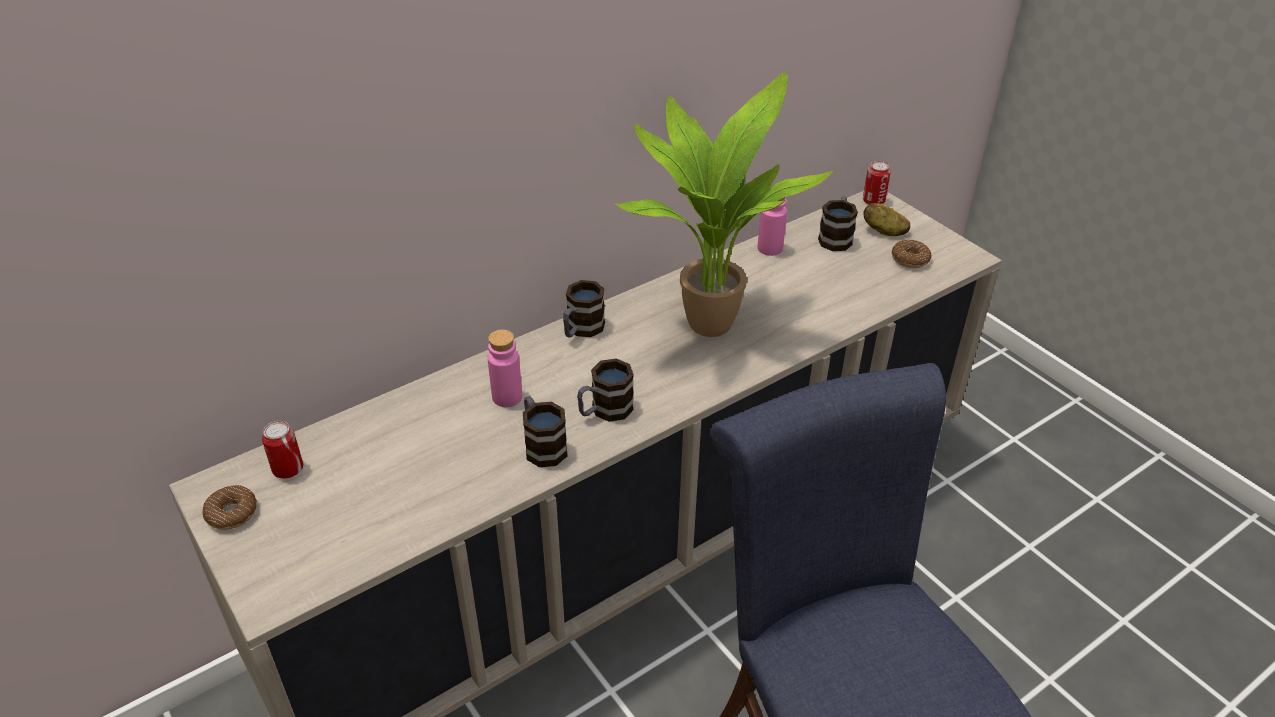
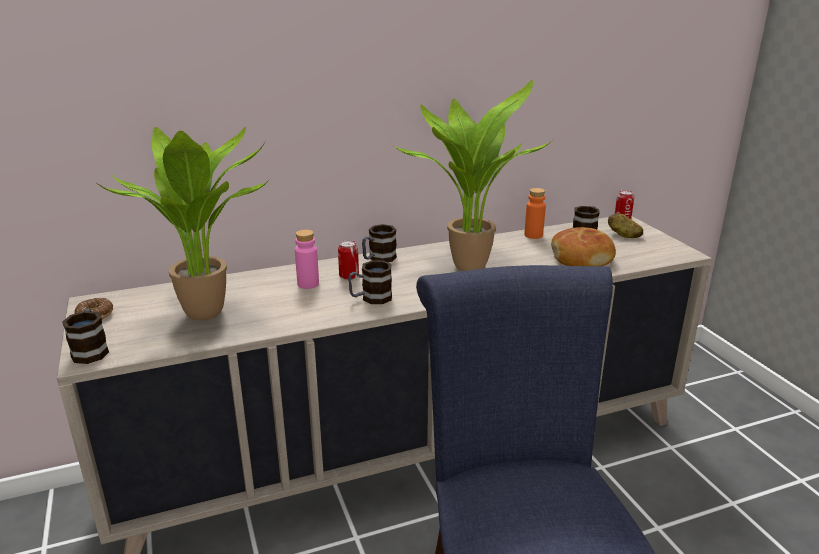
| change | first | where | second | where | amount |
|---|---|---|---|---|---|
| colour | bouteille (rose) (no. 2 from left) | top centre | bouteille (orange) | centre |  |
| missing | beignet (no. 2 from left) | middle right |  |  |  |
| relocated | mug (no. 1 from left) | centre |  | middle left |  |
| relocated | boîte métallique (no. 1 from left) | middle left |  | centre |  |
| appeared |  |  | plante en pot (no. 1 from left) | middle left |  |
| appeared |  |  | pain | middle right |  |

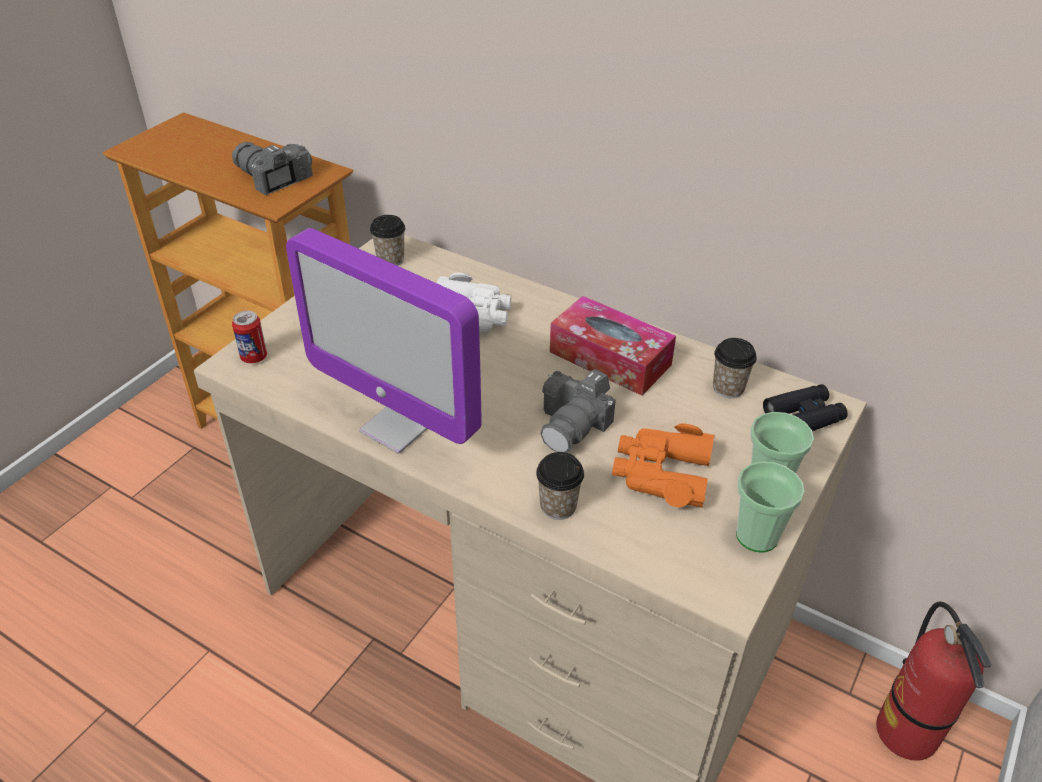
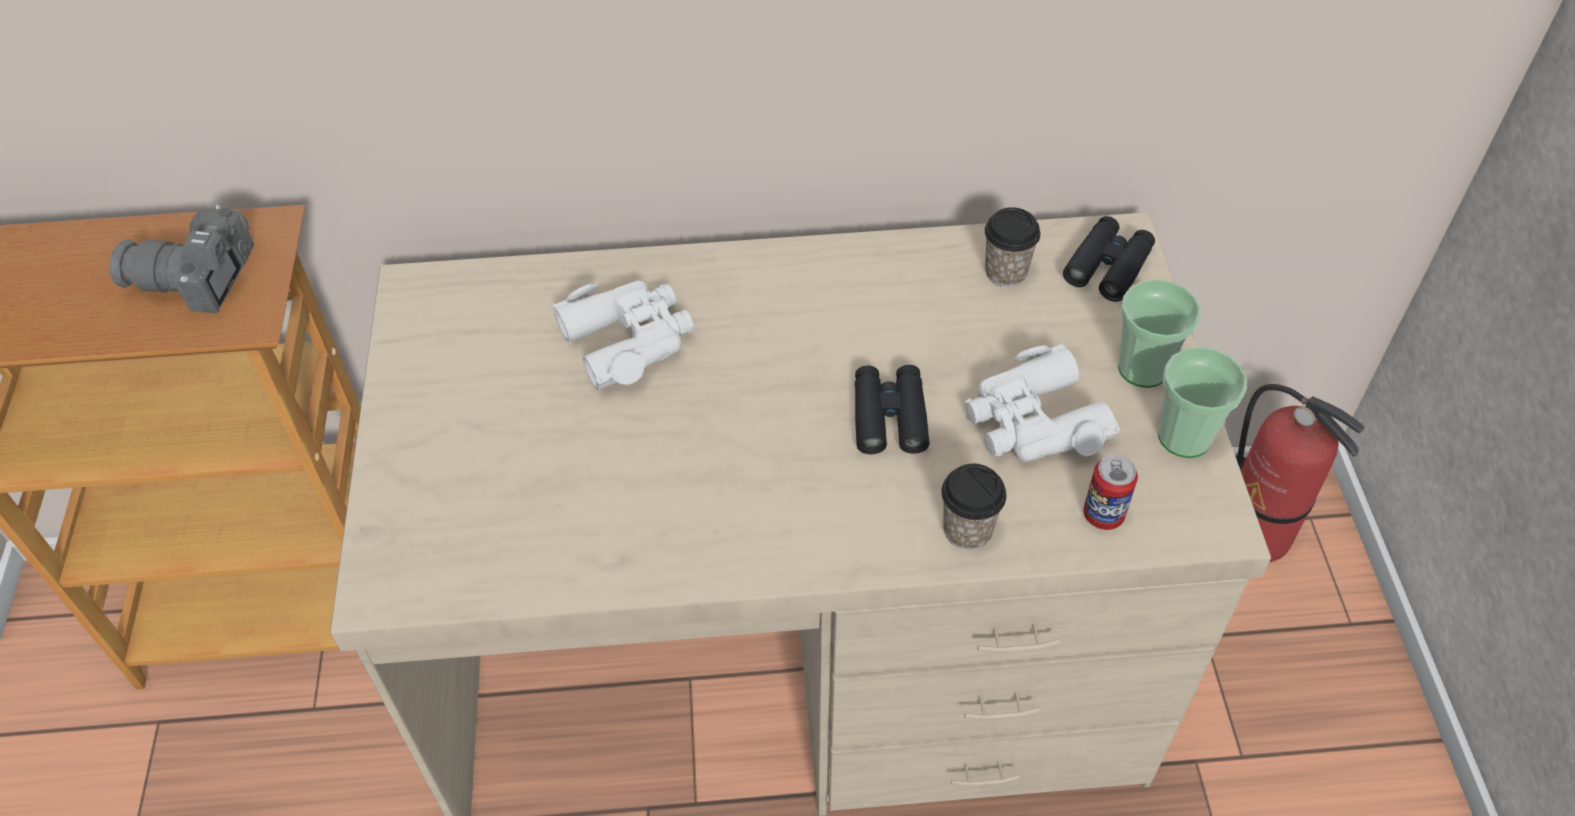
| change | first | where | second | where | amount |
|---|---|---|---|---|---|
| missing | tasse (no. 1 from left) | top centre |  |  |  |
| missing | écran d'ordinateur | centre |  |  |  |
| missing | boîte à mouchoirs | centre |  |  |  |
| relocated | boîte métallique | middle left |  | middle right |  |
| exchanged | appareil photo (no. 2 from left) | centre | jumelles (noir) (no. 1 from left) | centre |  |
| colour | jumelles (orange) | centre | jumelles (blanc) (no. 2 from left) | centre |  |

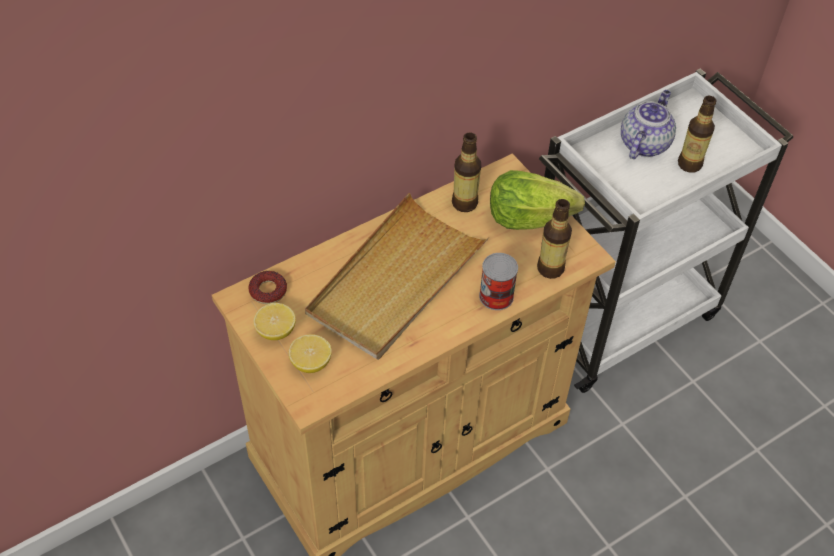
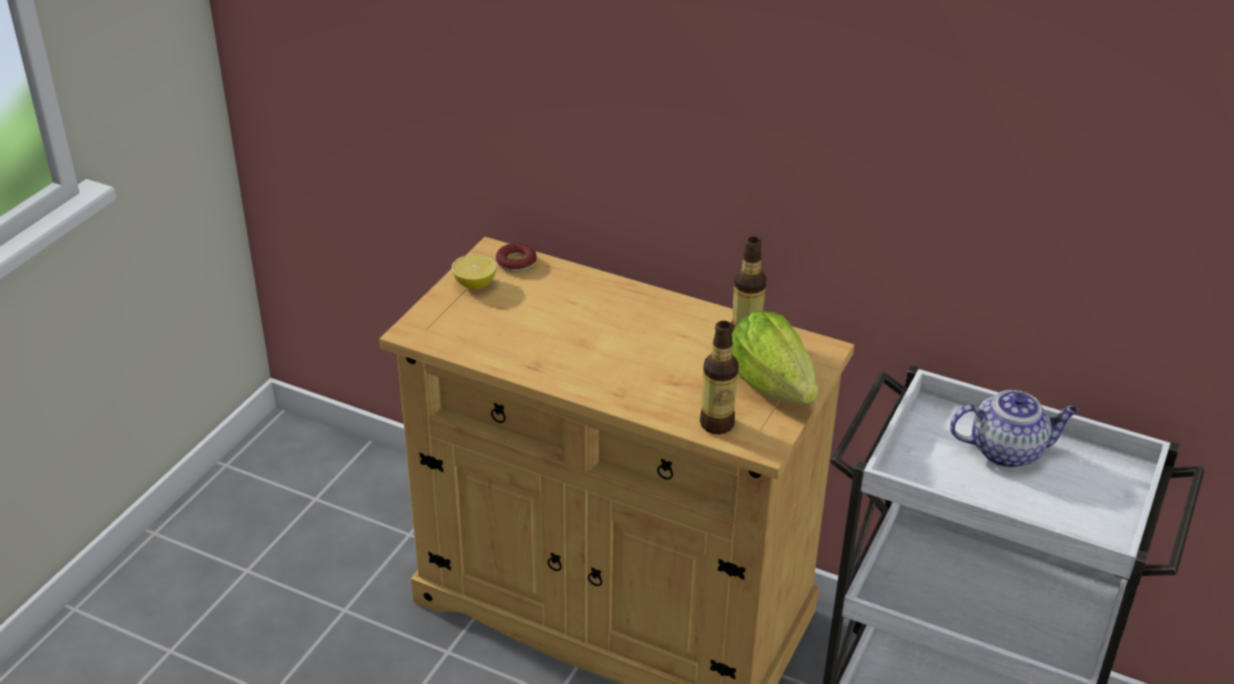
| change | first | where | second | where | amount |
|---|---|---|---|---|---|
| missing | bouteille (no. 3 from left) | top right |  |  |  |
| missing | plateau (beige) | centre |  |  |  |
| missing | boîte métallique | centre |  |  |  |
| missing | citron (no. 2 from left) | centre |  |  |  |

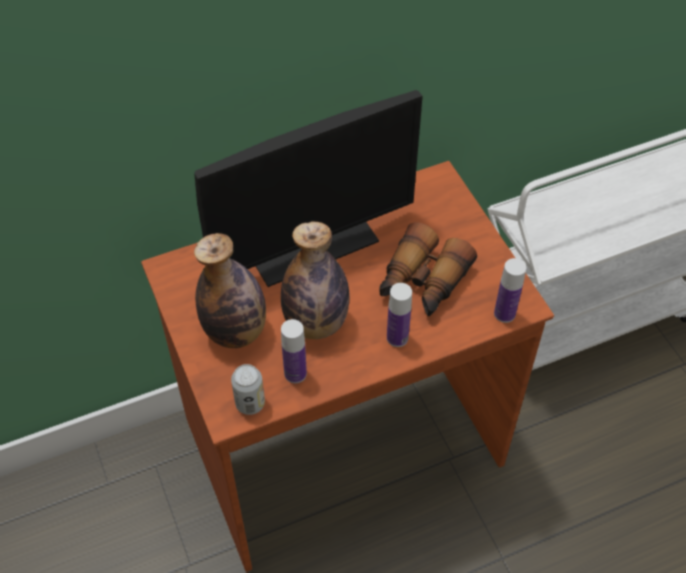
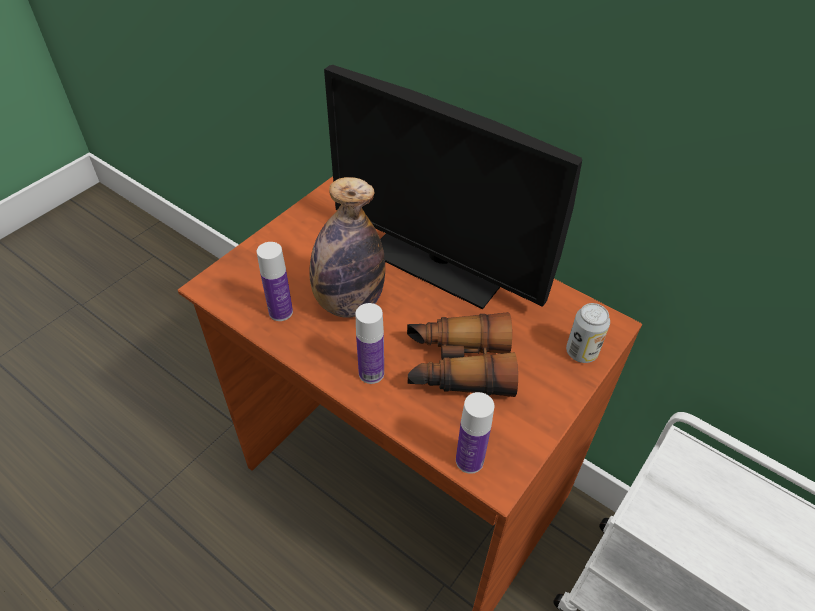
| change | first | where | second | where | amount |
|---|---|---|---|---|---|
| missing | bouteille (no. 1 from left) | centre |  |  |  |
| relocated | boîte métallique | bottom centre |  | middle right |  |

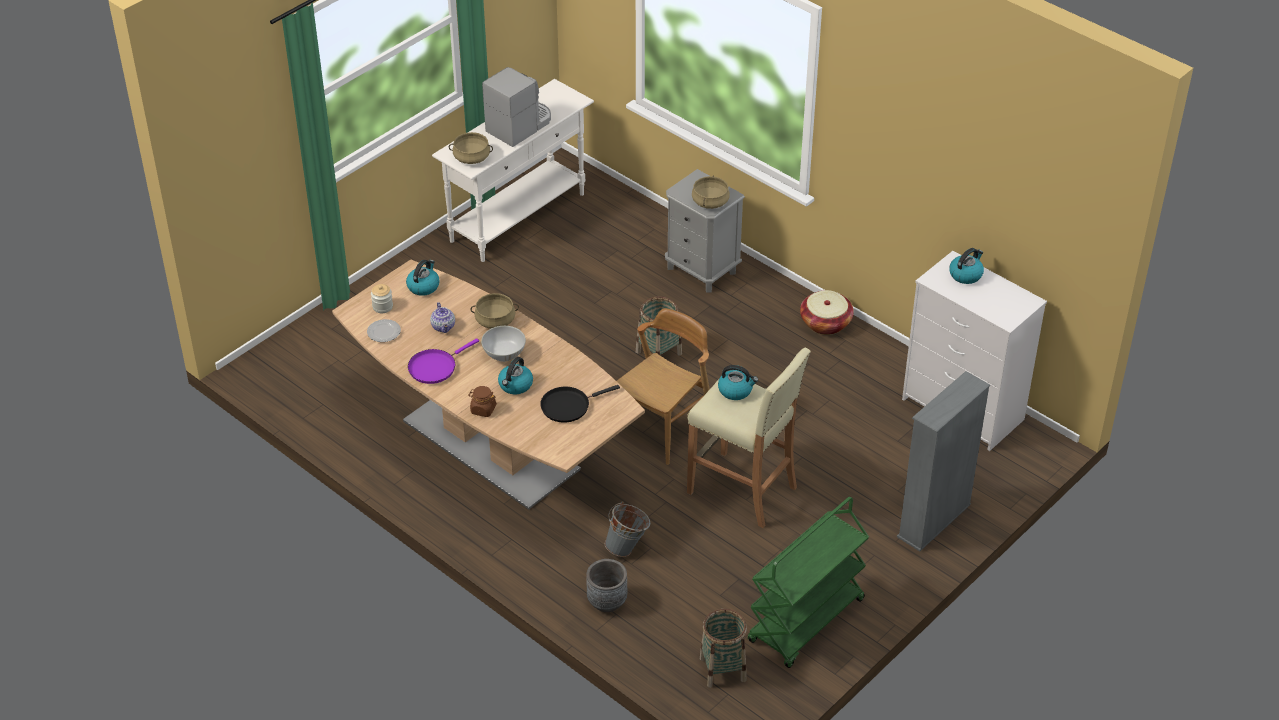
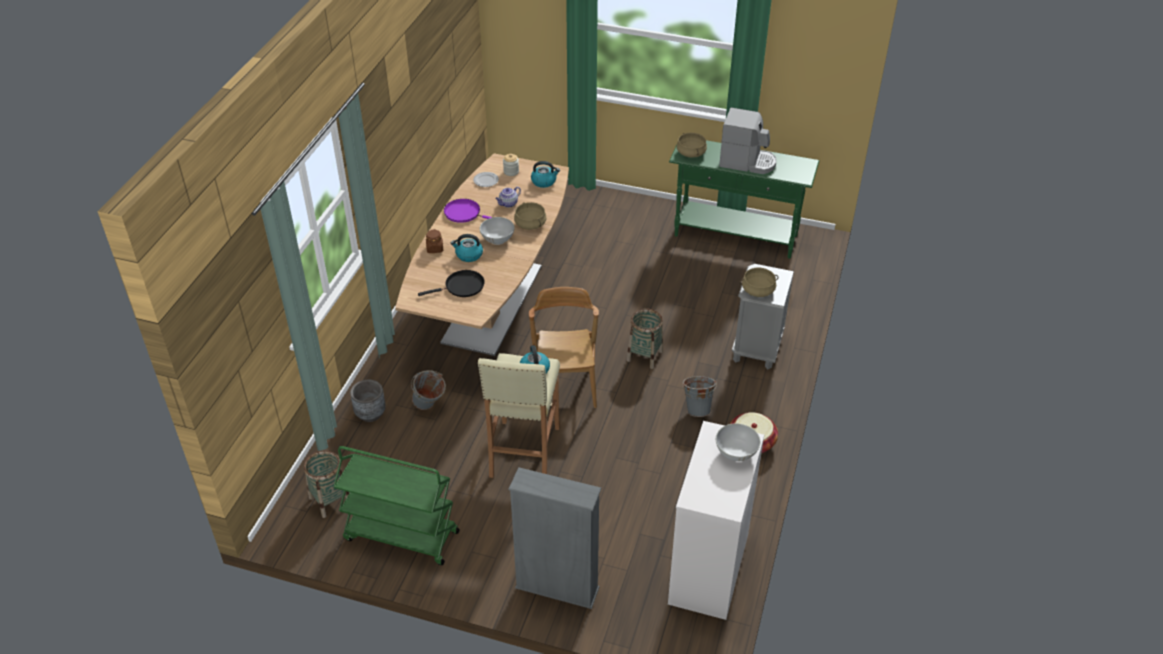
| change | first | where | second | where | amount |
|---|---|---|---|---|---|
| colour | table console (blanc) | top centre | table console (vert) | top centre |  |
| exchanged | bouilloire (no. 4 from left) | middle right | bol (blanc) (no. 2 from left) | bottom centre |  |
| spun | chaise (marron) | centre |  | centre | 105 degrees counterclockwise |
| spun | poêle (noir) | centre |  | centre | 120 degrees clockwise |
| appeared |  |  | seau (gris) (no. 2 from left) | centre |  |

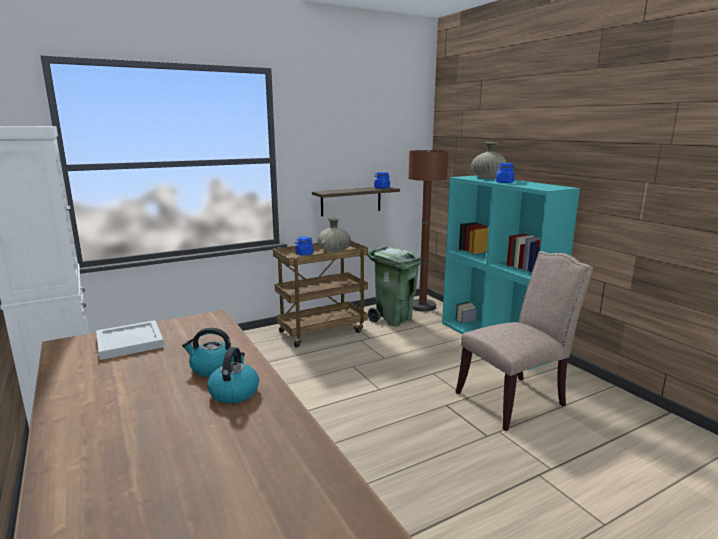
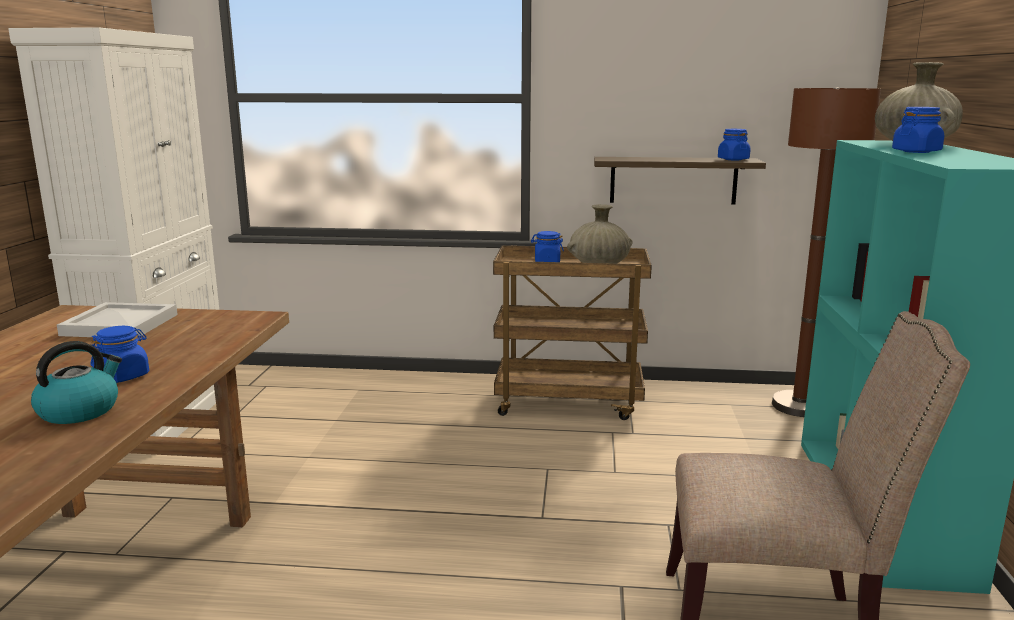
| change | first | where | second | where | amount |
|---|---|---|---|---|---|
| missing | poubelle (vert) | centre |  |  |  |
| exchanged | bouilloire (no. 1 from left) | middle left | bocal (bleu) (no. 1 from left) | middle left |  |

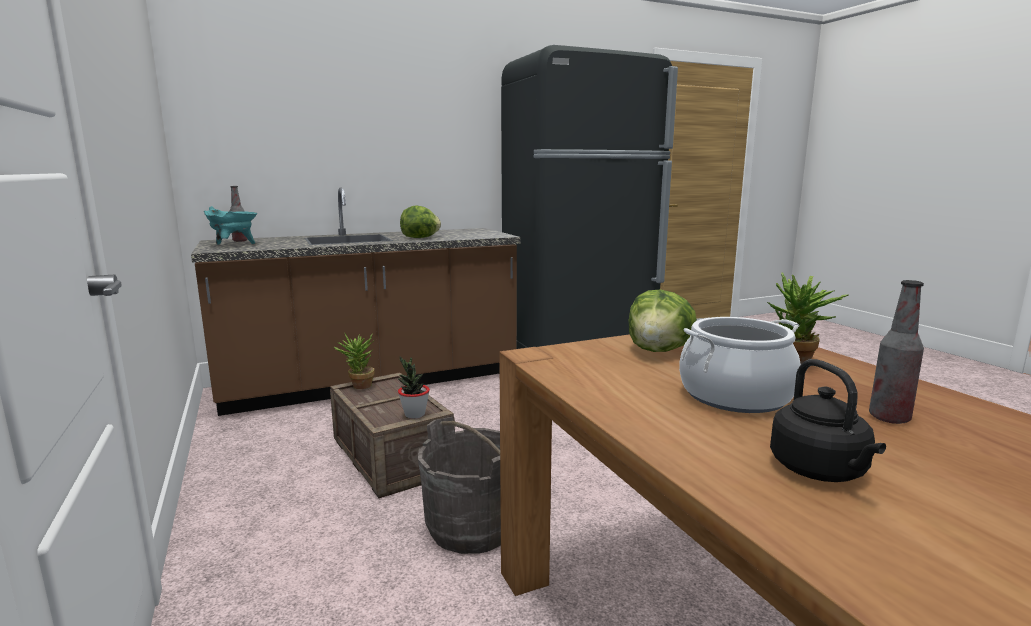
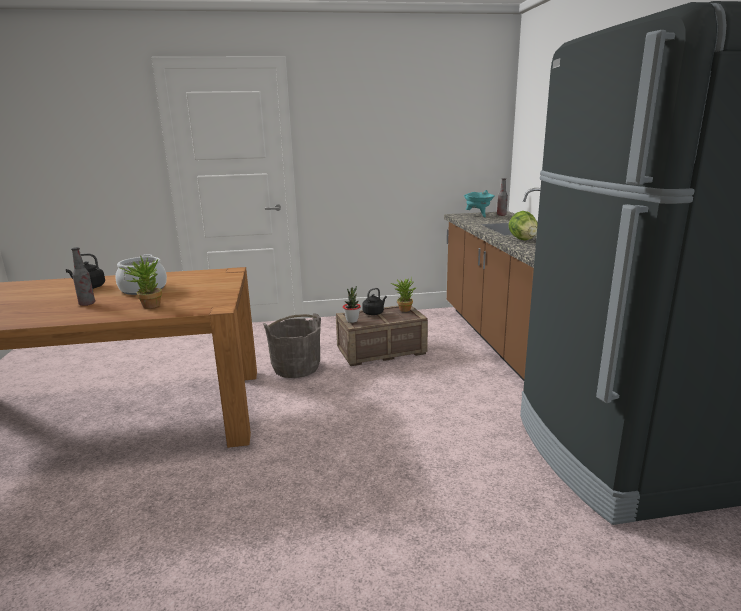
| change | first | where | second | where | amount |
|---|---|---|---|---|---|
| missing | laitue (no. 2 from left) | centre |  |  |  |
| appeared |  |  | bouilloire (noir) (no. 2 from left) | centre |  |

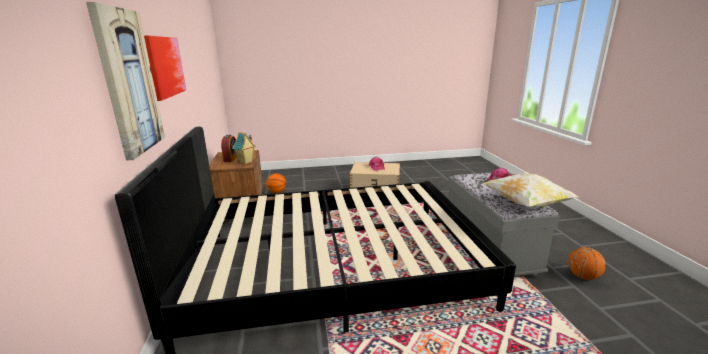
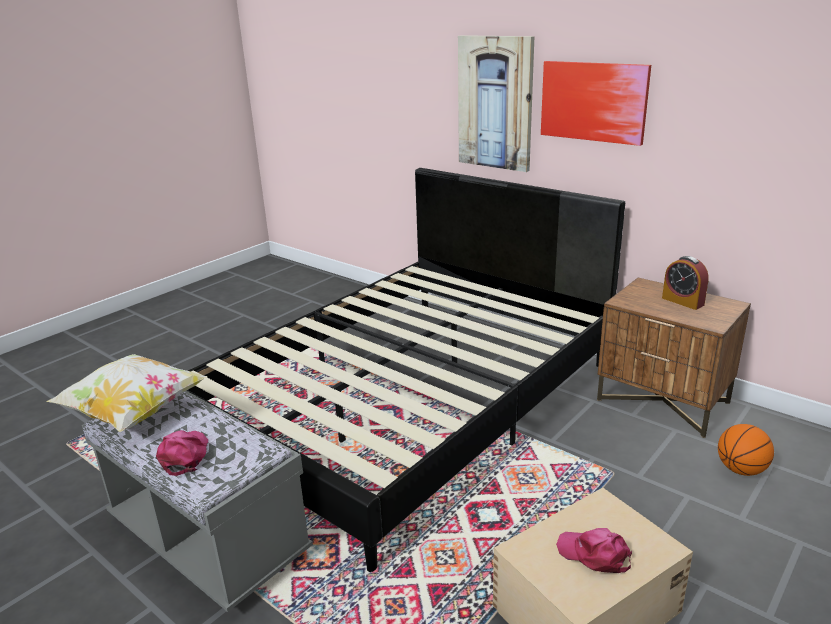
| change | first | where | second | where | amount |
|---|---|---|---|---|---|
| missing | maison miniature | centre |  |  |  |
| missing | ballon de basket (no. 2 from left) | bottom right |  |  |  |

